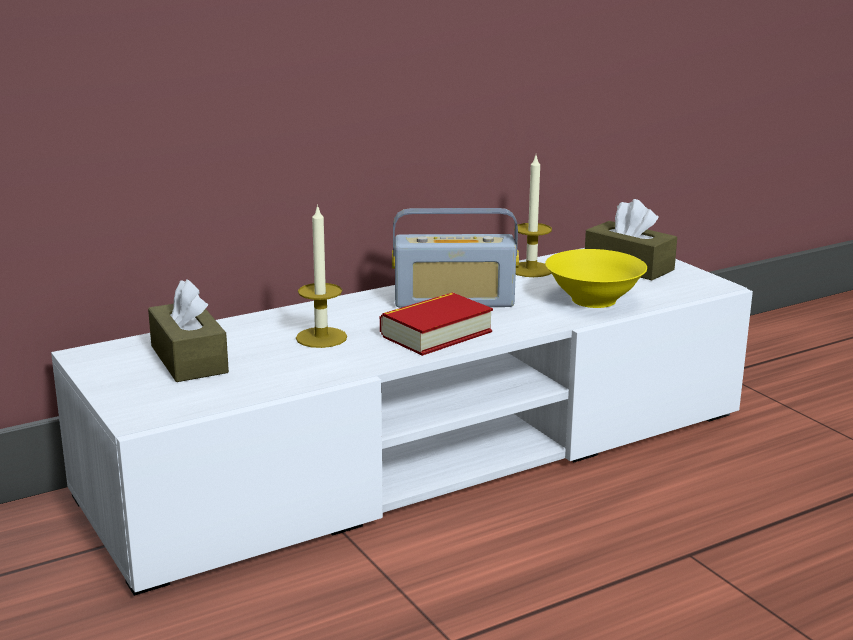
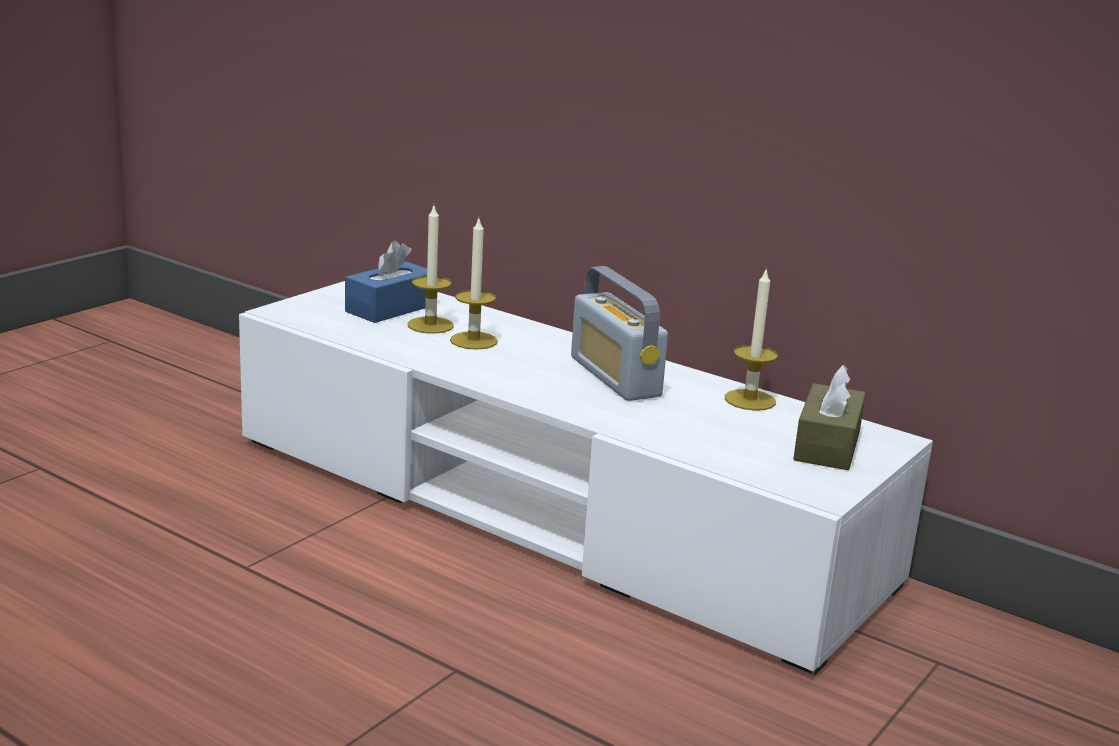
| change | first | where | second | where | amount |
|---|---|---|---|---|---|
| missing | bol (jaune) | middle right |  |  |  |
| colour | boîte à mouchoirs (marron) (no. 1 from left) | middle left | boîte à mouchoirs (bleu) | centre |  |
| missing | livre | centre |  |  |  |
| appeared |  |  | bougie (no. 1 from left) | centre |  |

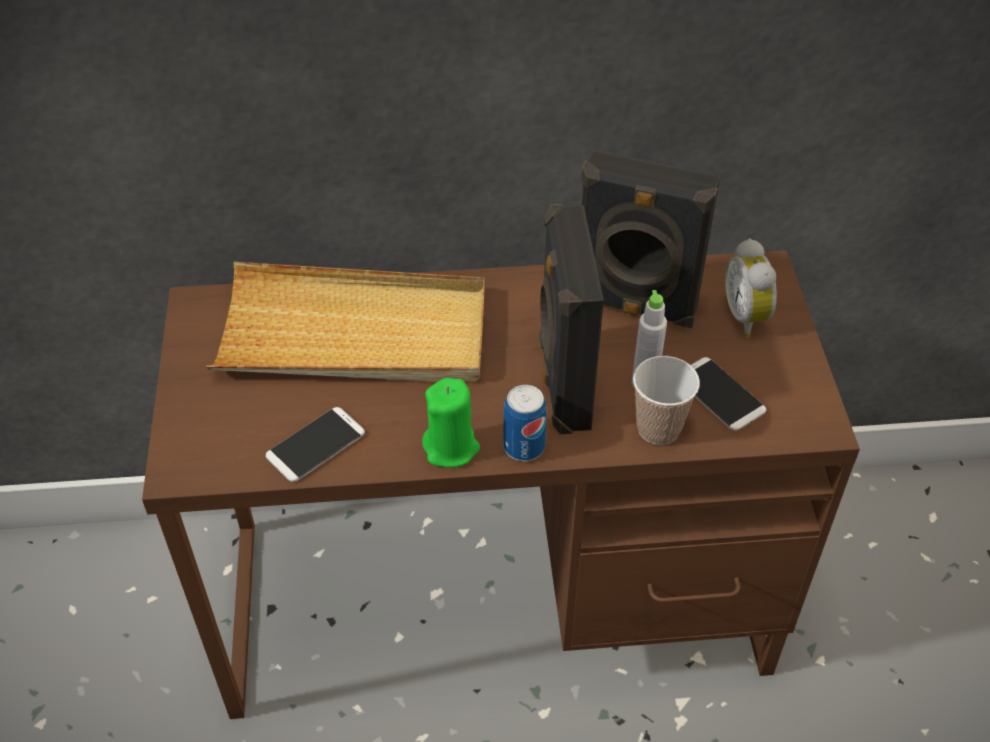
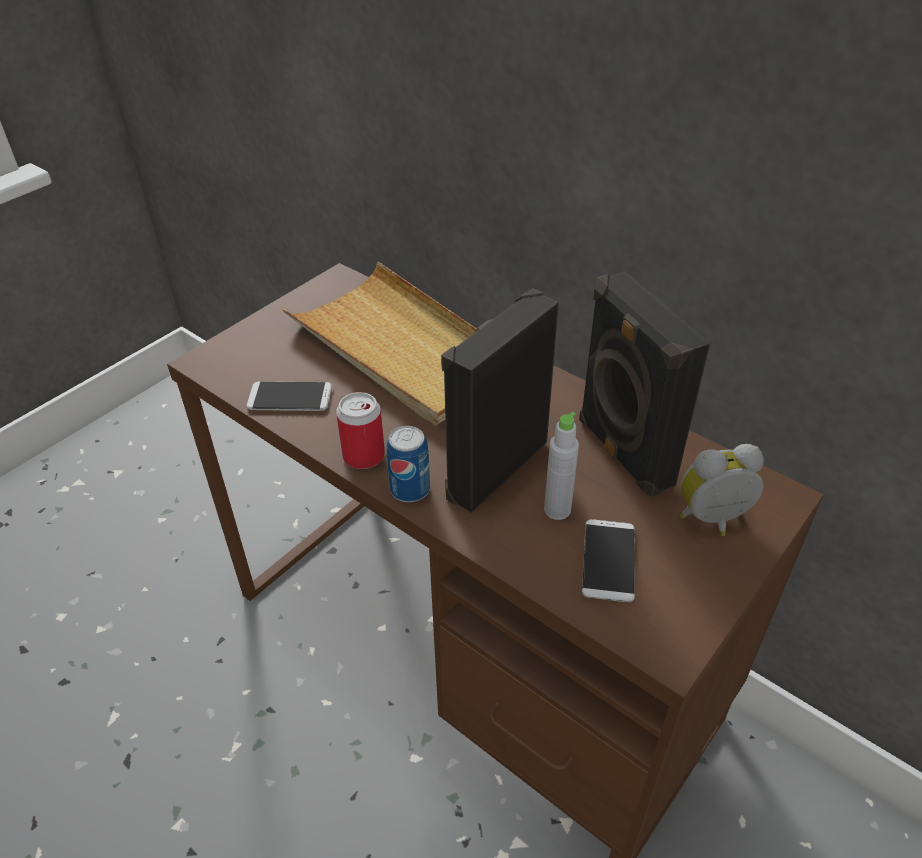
| change | first | where | second | where | amount |
|---|---|---|---|---|---|
| spun | réveil | middle right |  | middle right | 45 degrees clockwise |
| missing | tasse | middle right |  |  |  |
| exchanged | bougie (vert) | centre | boîte métallique (no. 1 from left) | centre |  |

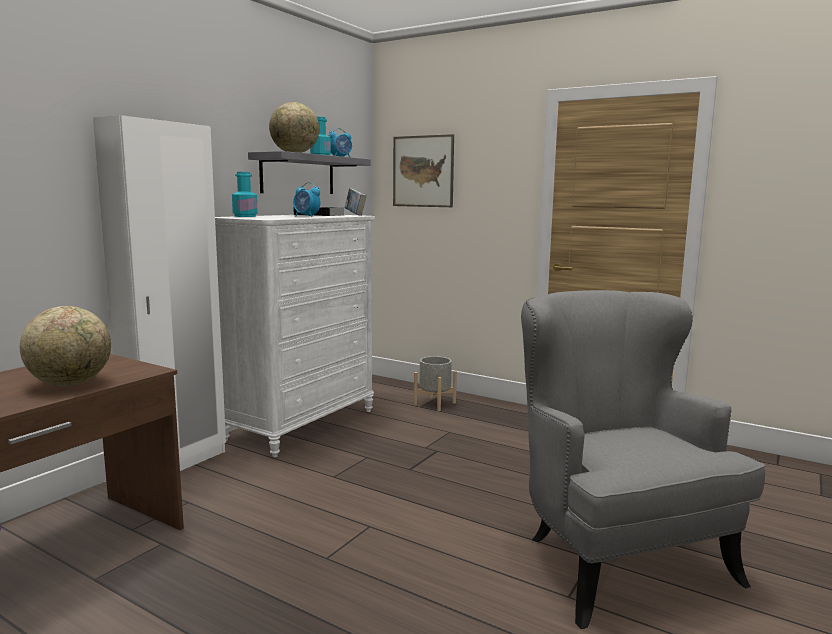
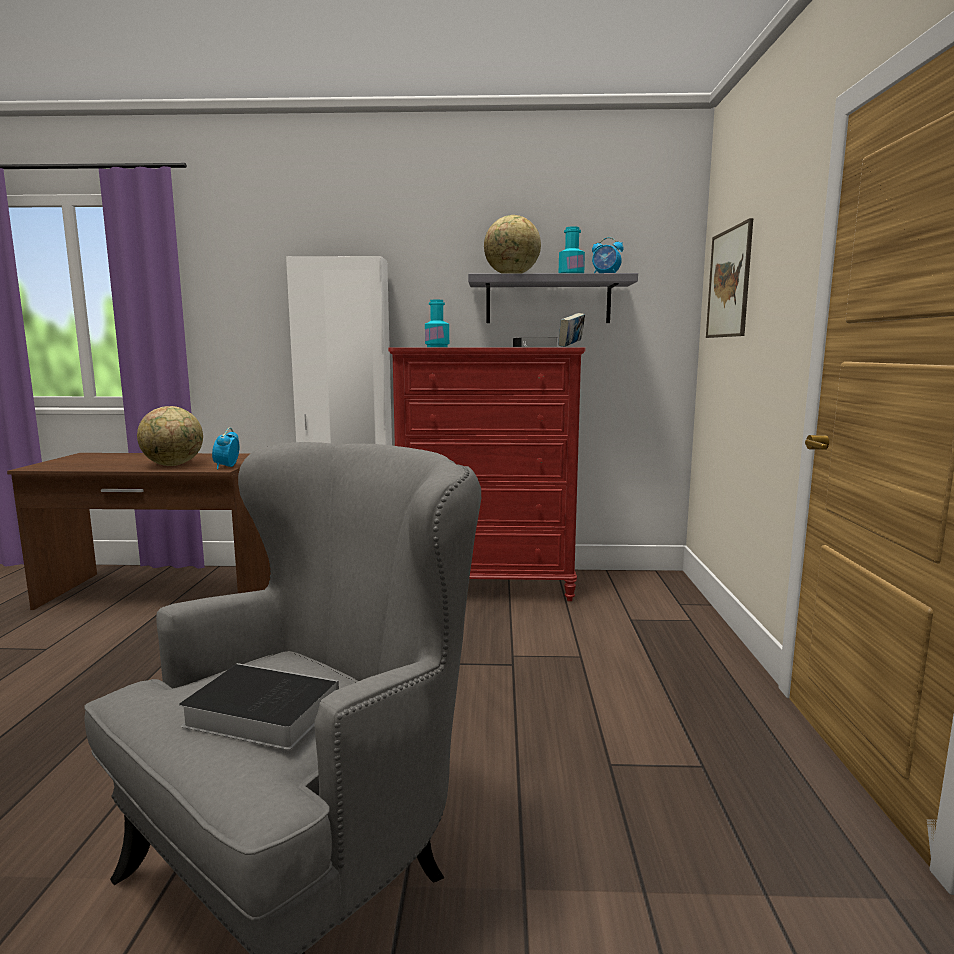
| change | first | where | second | where | amount |
|---|---|---|---|---|---|
| relocated | réveil (no. 1 from left) | top centre |  | middle left |  |
| colour | commode (blanc) | centre | commode (rouge) | centre |  |
| missing | cache-pot (gris) | centre |  |  |  |
| appeared |  |  | livre (no. 1 from left) | bottom left |  |

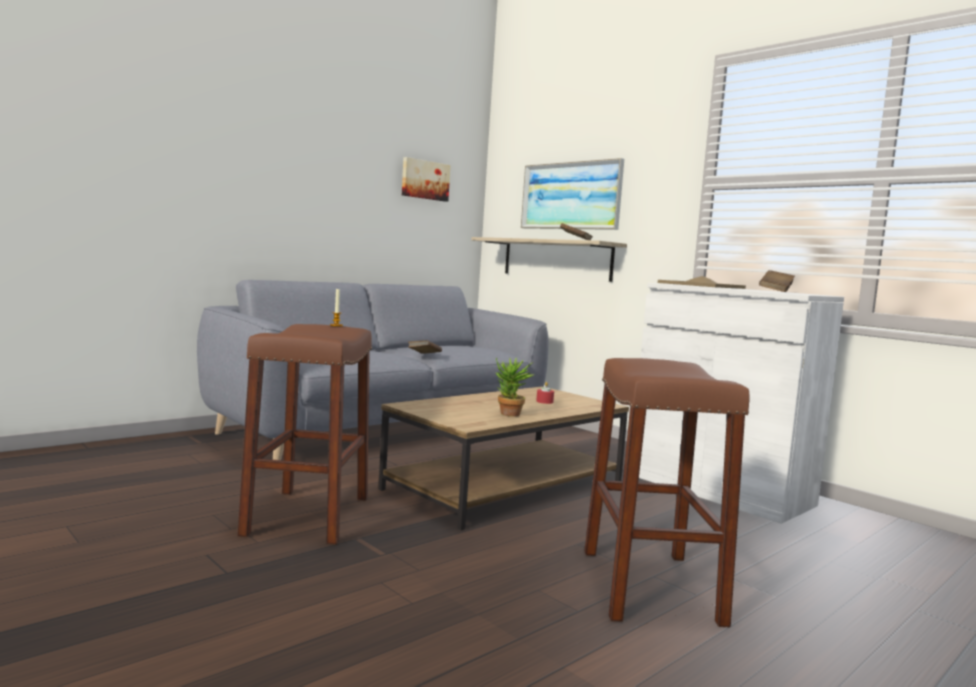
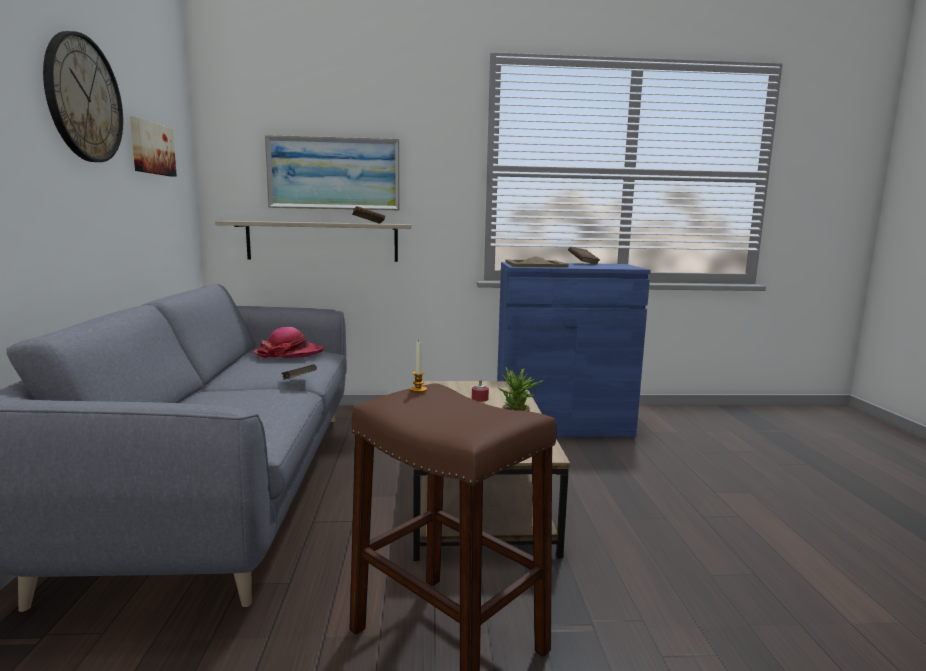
| change | first | where | second | where | amount |
|---|---|---|---|---|---|
| colour | meuble de rangement (blanc) | middle right | meuble de rangement (bleu) | centre |  |
| missing | tabouret (marron) (no. 2 from left) | bottom right |  |  |  |
| appeared |  |  | horloge murale | top left |  |
| appeared |  |  | chapeau | middle left |  |

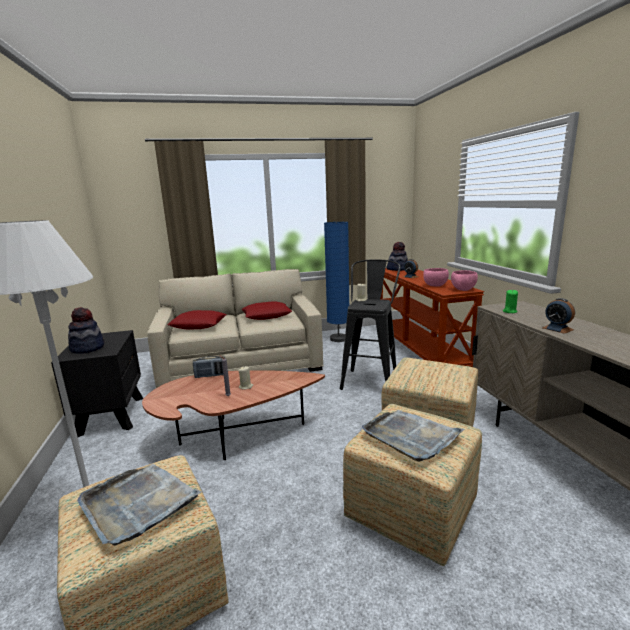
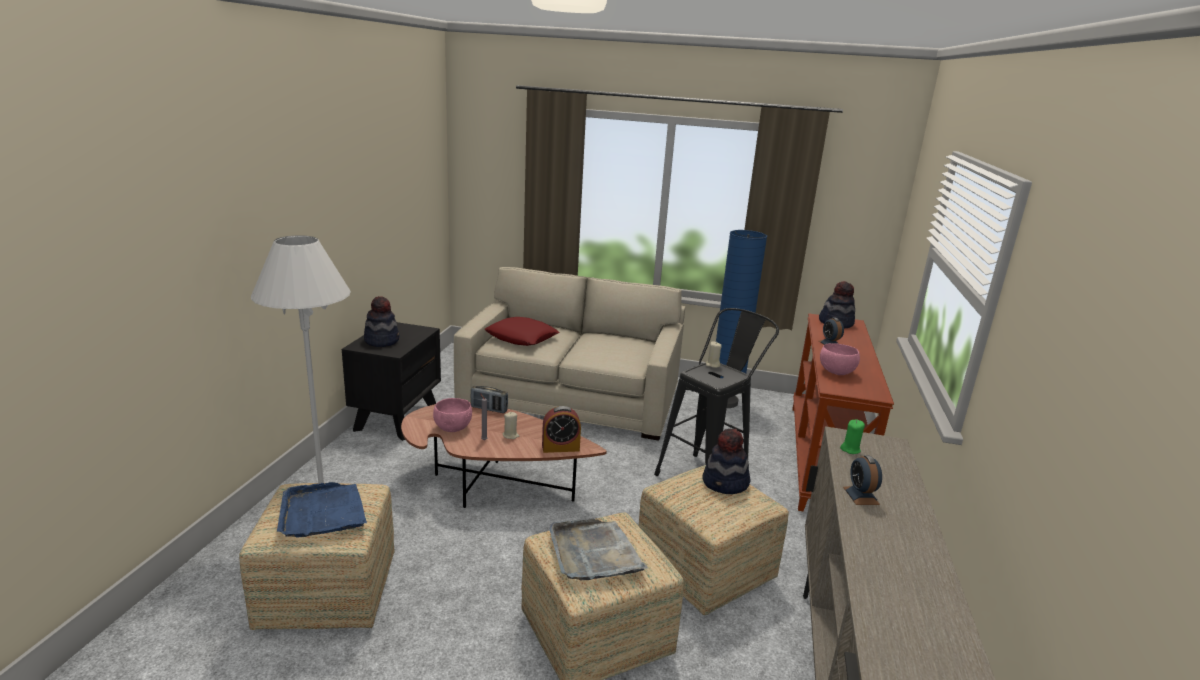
| change | first | where | second | where | amount |
|---|---|---|---|---|---|
| relocated | bol (rose) (no. 2 from left in the first image) | middle right | bol (rose) (no. 1 from left) | centre |  |
| missing | coussin (rouge) (no. 2 from left) | centre |  |  |  |
| colour | plateau (gris) (no. 1 from left) | bottom left | plateau (bleu) | bottom left |  |
| appeared |  |  | réveil (no. 1 from left) | centre |  |
| appeared |  |  | chapeau (no. 2 from left) | bottom centre |  |

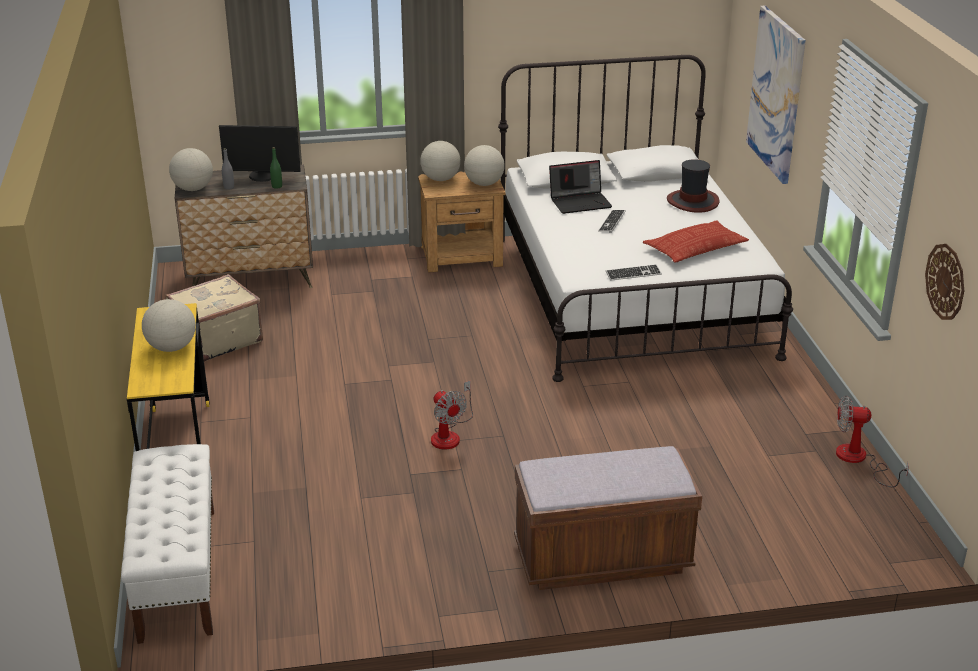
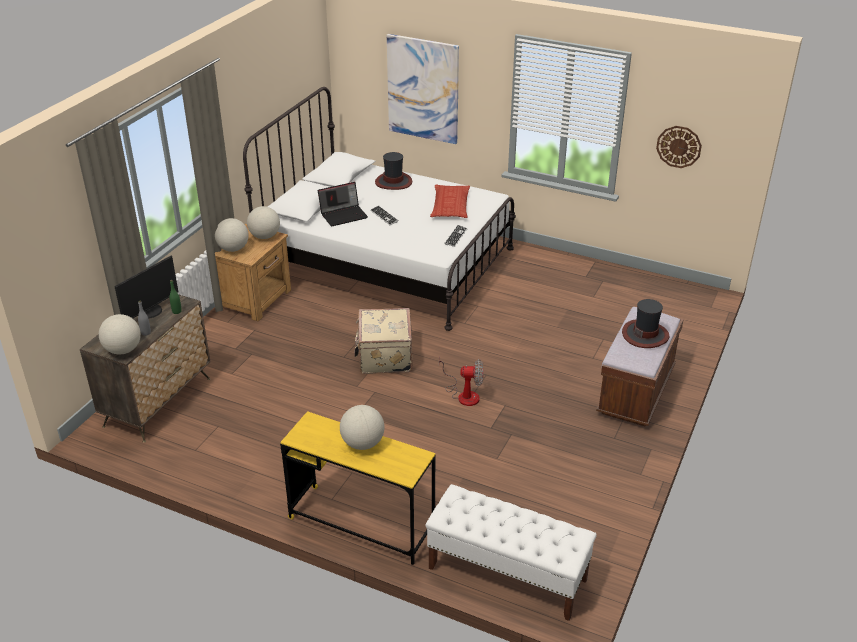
| change | first | where | second | where | amount |
|---|---|---|---|---|---|
| spun | ordinateur portable | top centre |  | top centre | 45 degrees clockwise |
| relocated | valise (beige) | middle left |  | centre |  |
| missing | ventilateur (no. 2 from left) | middle right |  |  |  |
| appeared |  |  | chapeau (no. 2 from left) | middle right |  |

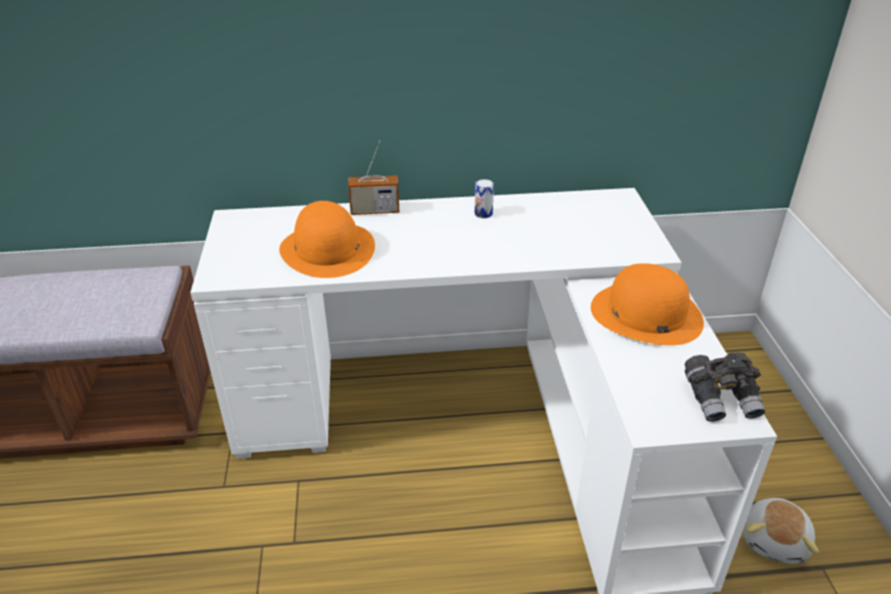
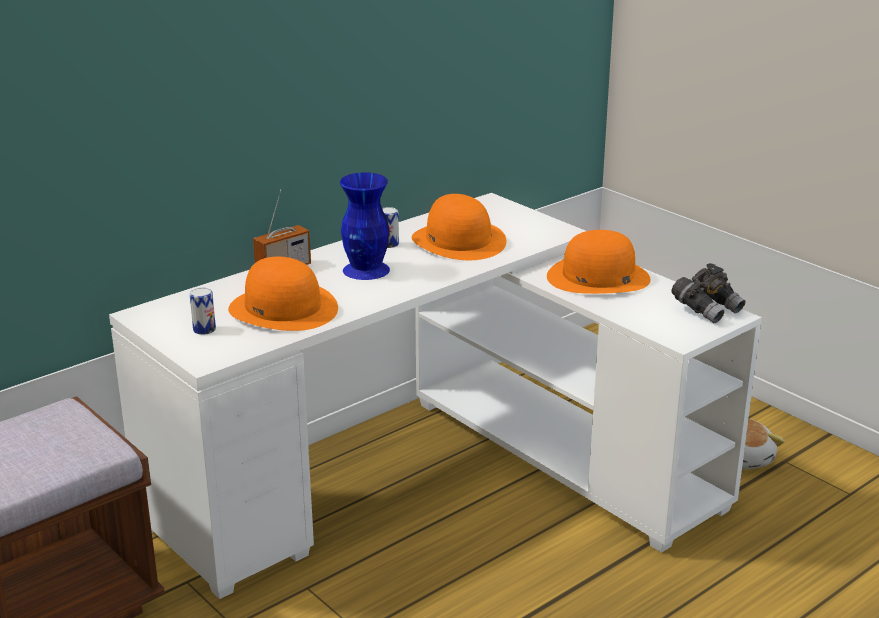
| change | first | where | second | where | amount |
|---|---|---|---|---|---|
| appeared |  |  | vase (bleu) | centre |  |
| appeared |  |  | chapeau (orange) (no. 2 from left) | centre |  |
| appeared |  |  | boîte métallique (no. 1 from left) | middle left |  |

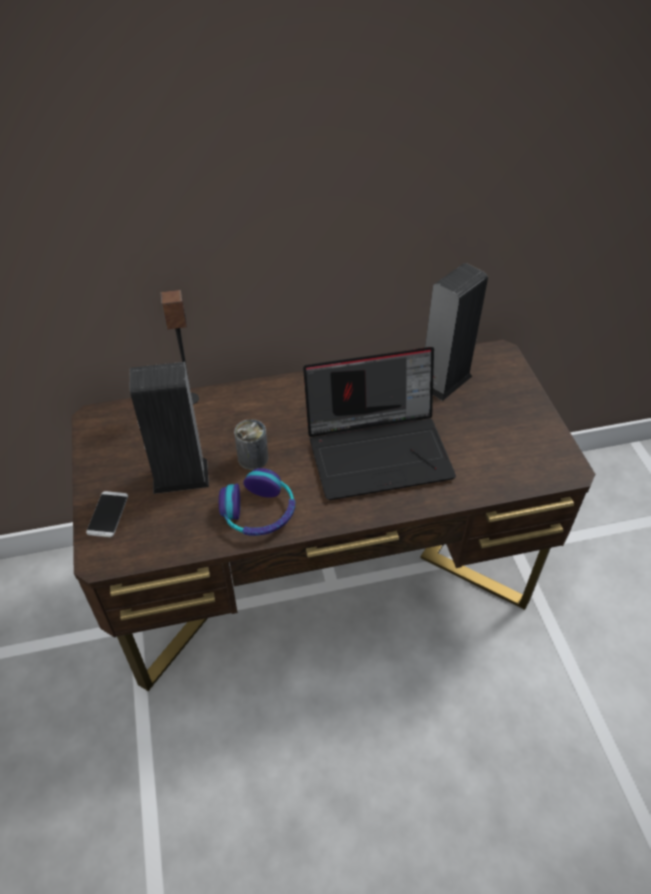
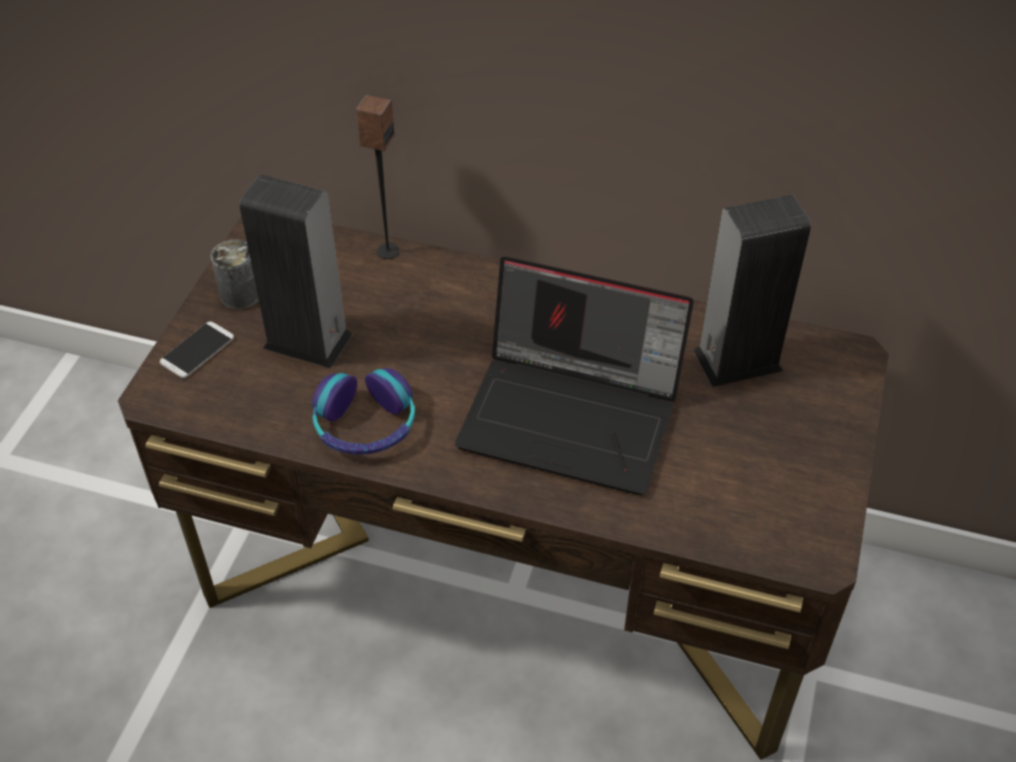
| change | first | where | second | where | amount |
|---|---|---|---|---|---|
| relocated | boîte métallique | centre |  | middle left |  |

